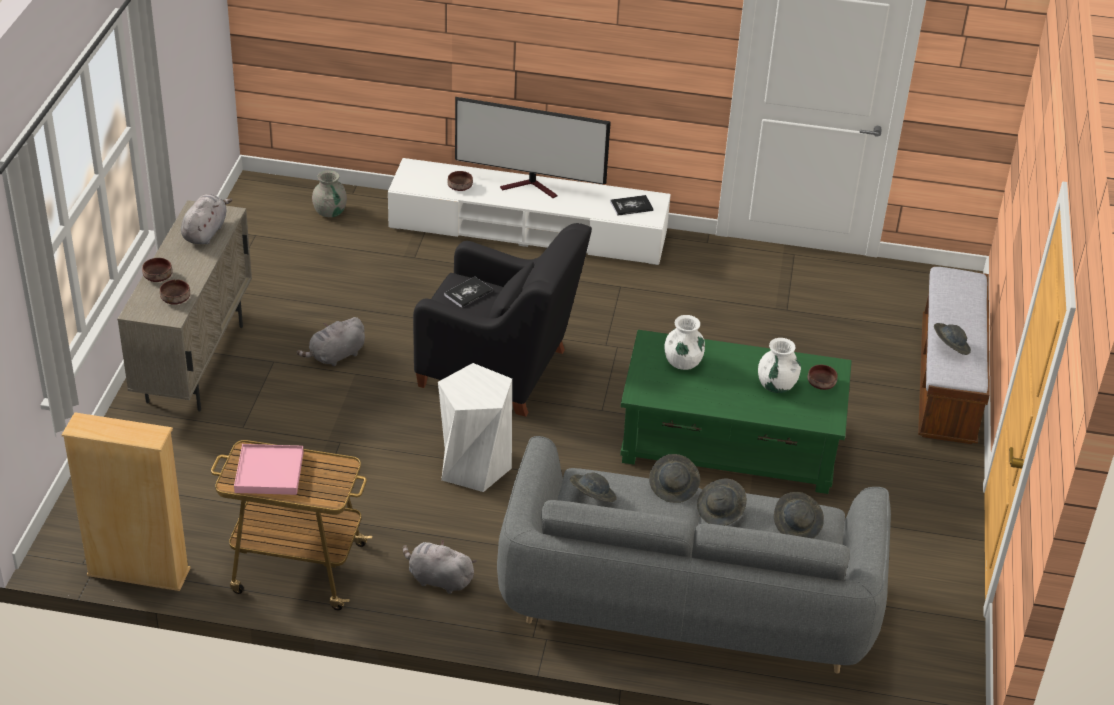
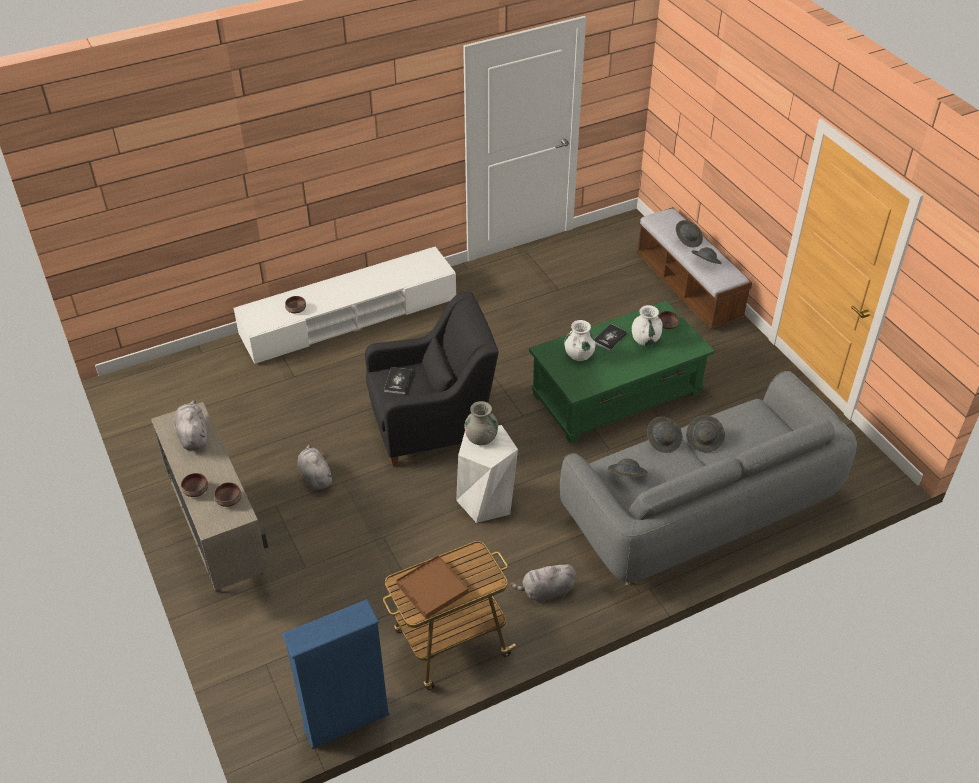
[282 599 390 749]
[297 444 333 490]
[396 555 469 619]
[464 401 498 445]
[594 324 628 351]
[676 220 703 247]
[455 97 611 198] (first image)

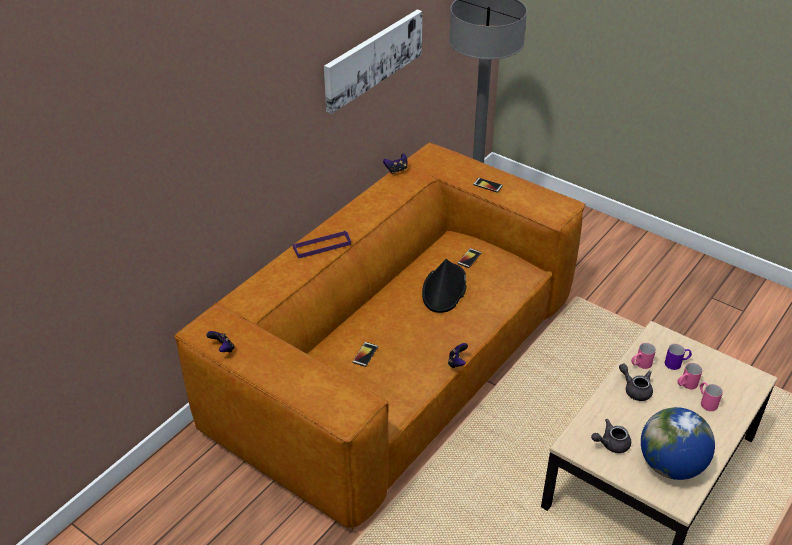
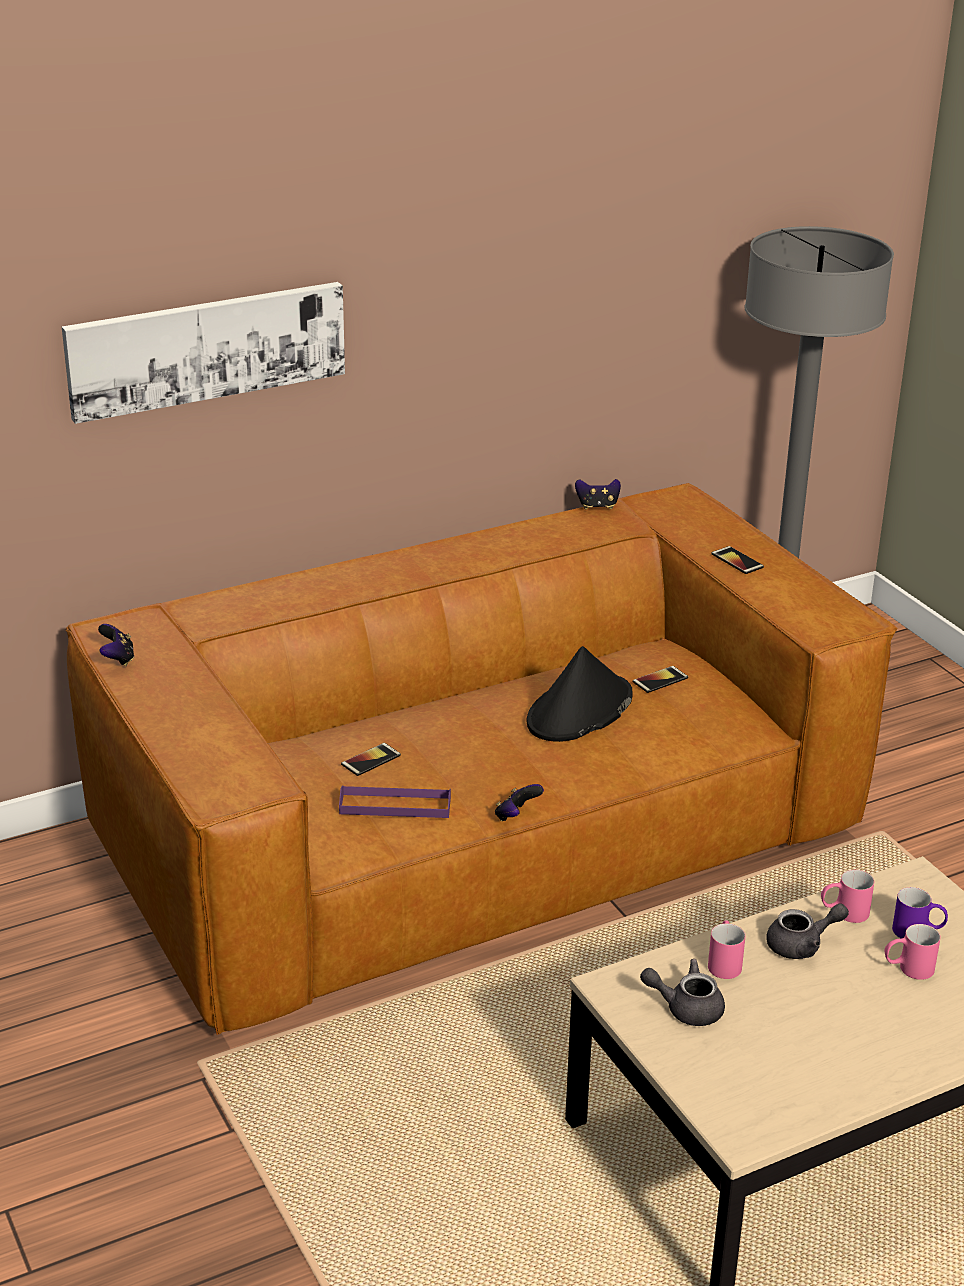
[62 282 345 424]
[339 785 451 818]
[708 920 746 979]
[766 903 849 959]
[641 407 715 480] (first image)

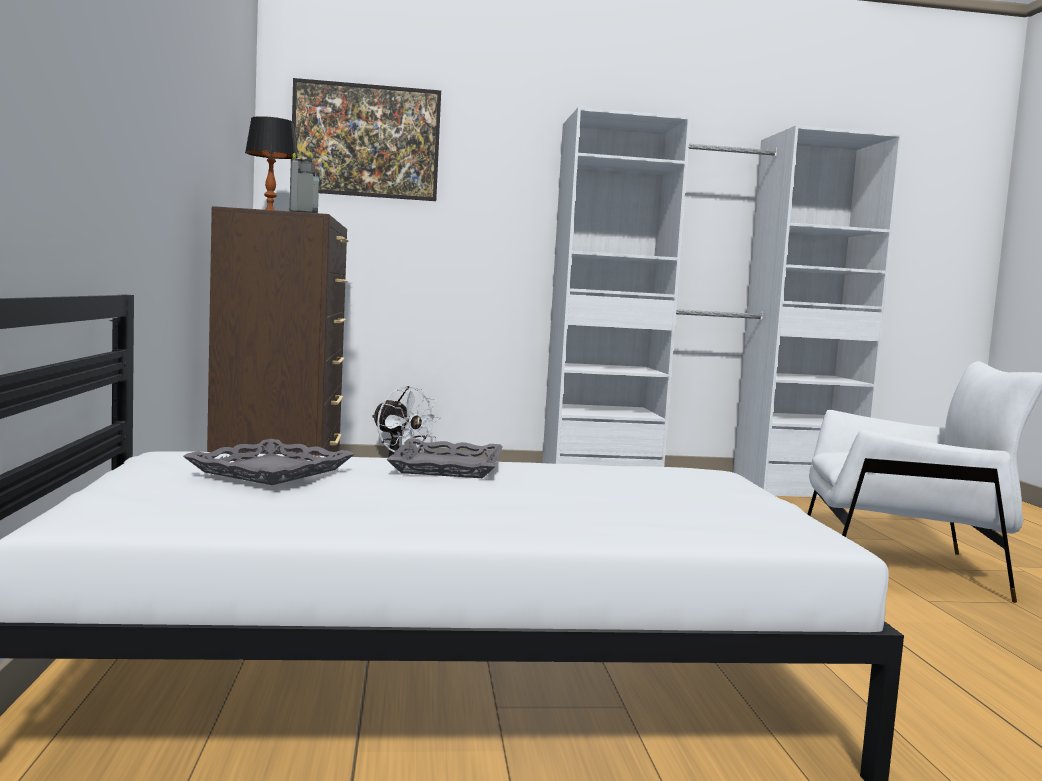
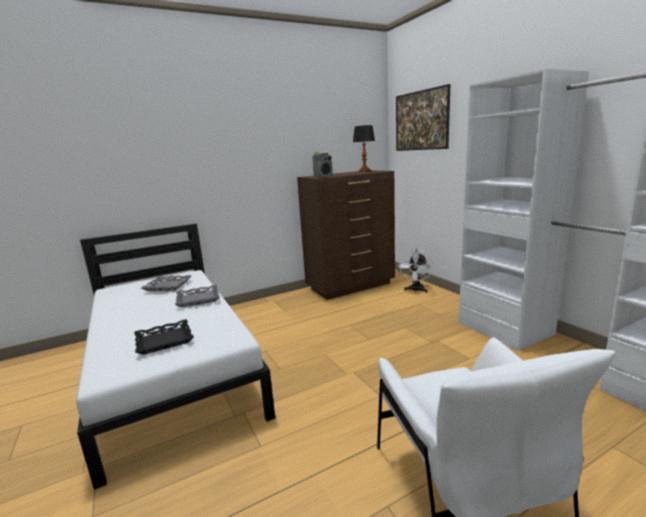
[134 319 194 355]

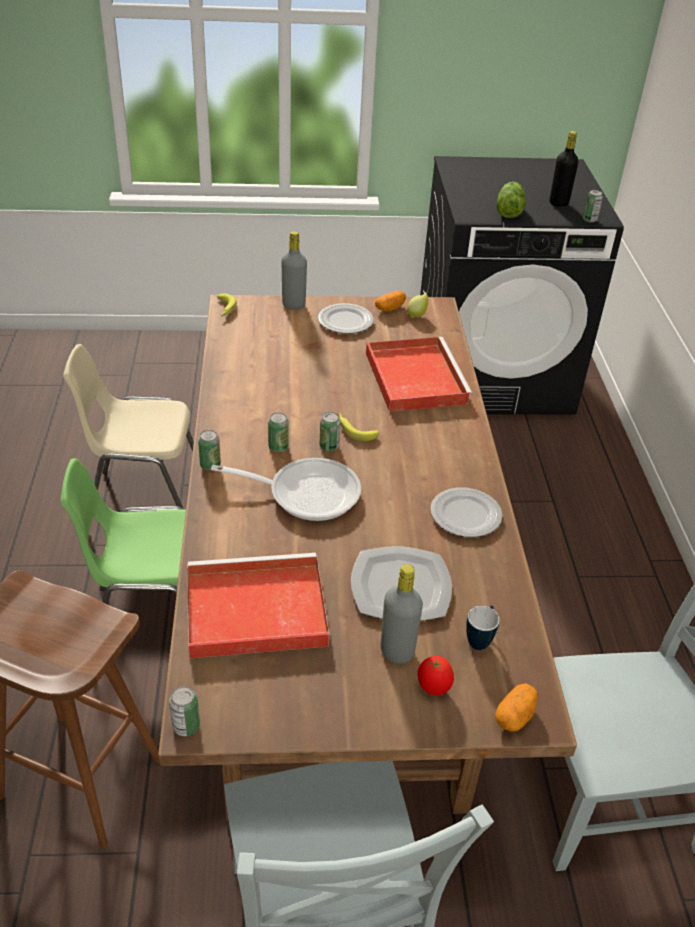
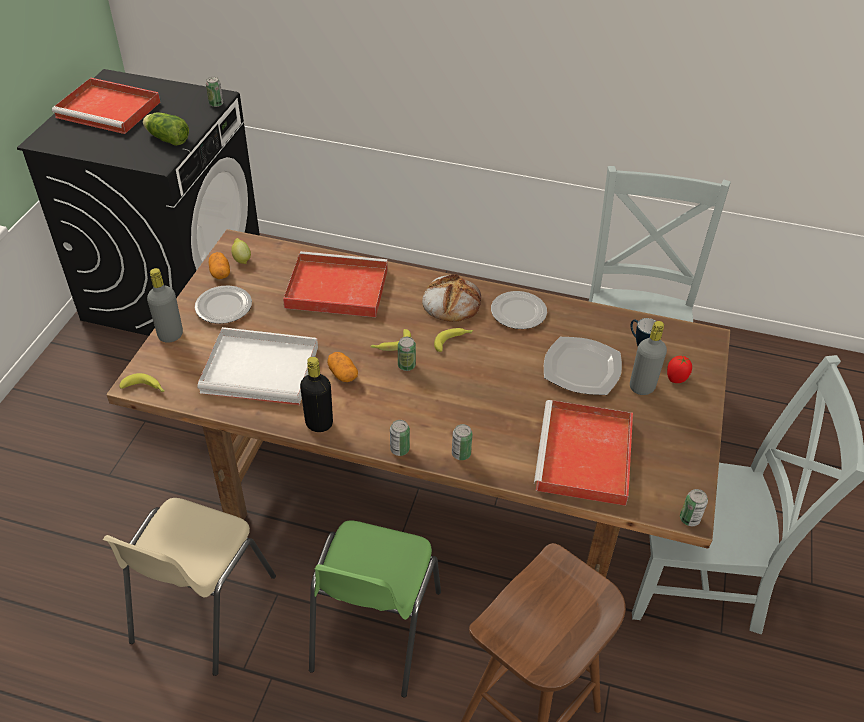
[52 78 160 134]
[197 327 318 405]
[300 357 333 432]
[327 352 358 382]
[422 274 481 322]
[434 328 473 352]
[452 424 473 460]
[211 458 361 521] (first image)

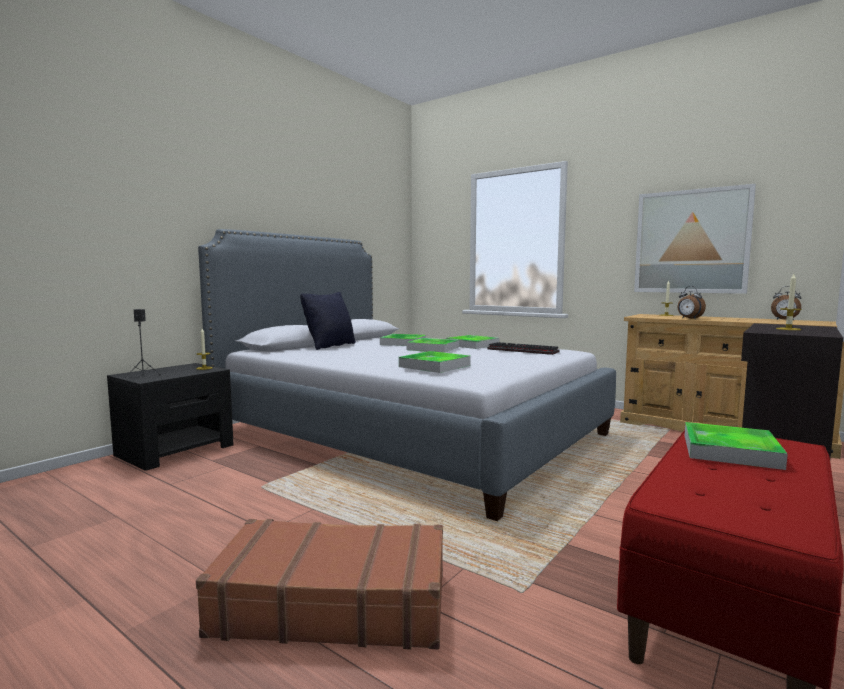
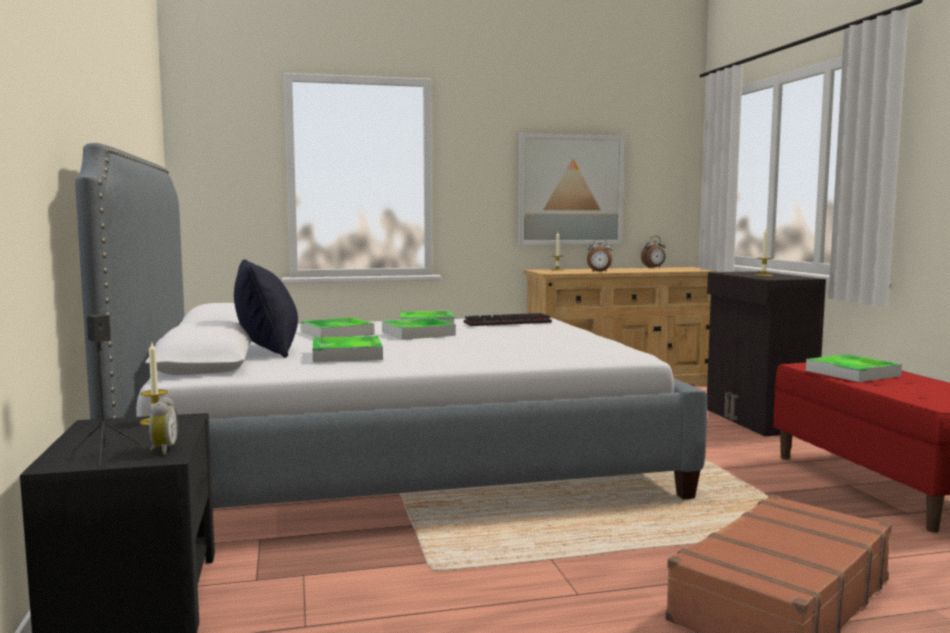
[149 397 178 455]
[313 336 383 362]

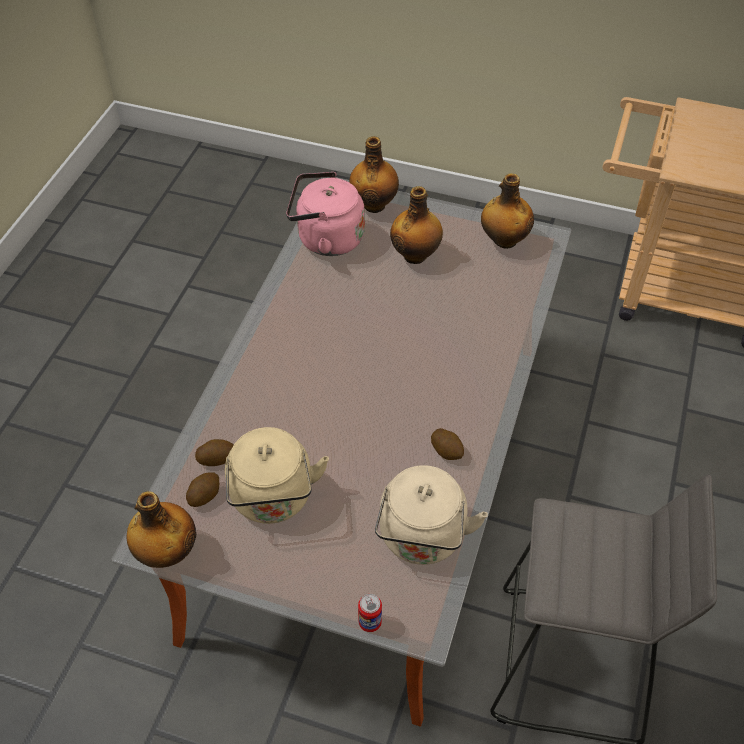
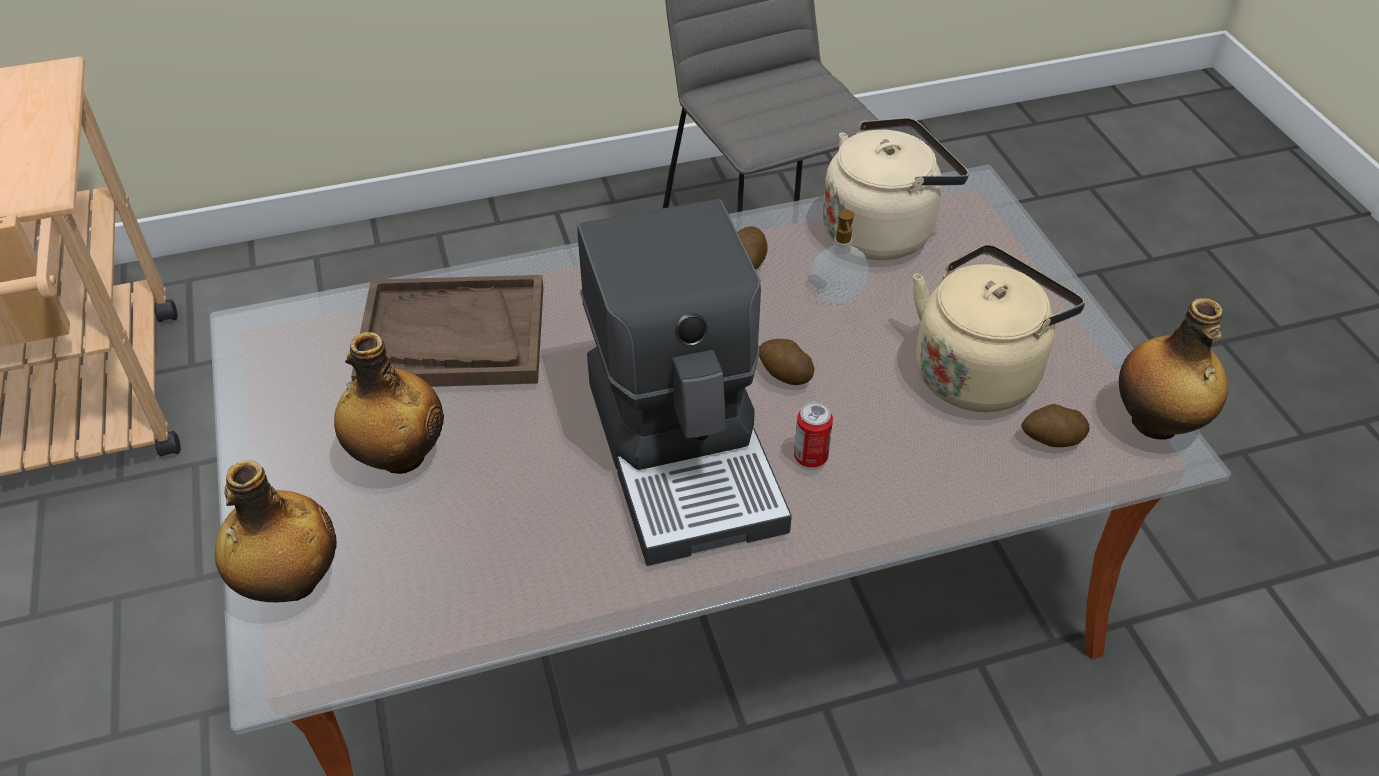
[351 275 543 387]
[577 199 792 566]
[759 339 814 385]
[794 402 833 468]
[810 210 869 303]
[286 172 365 256] (first image)
[481 173 534 249] (first image)

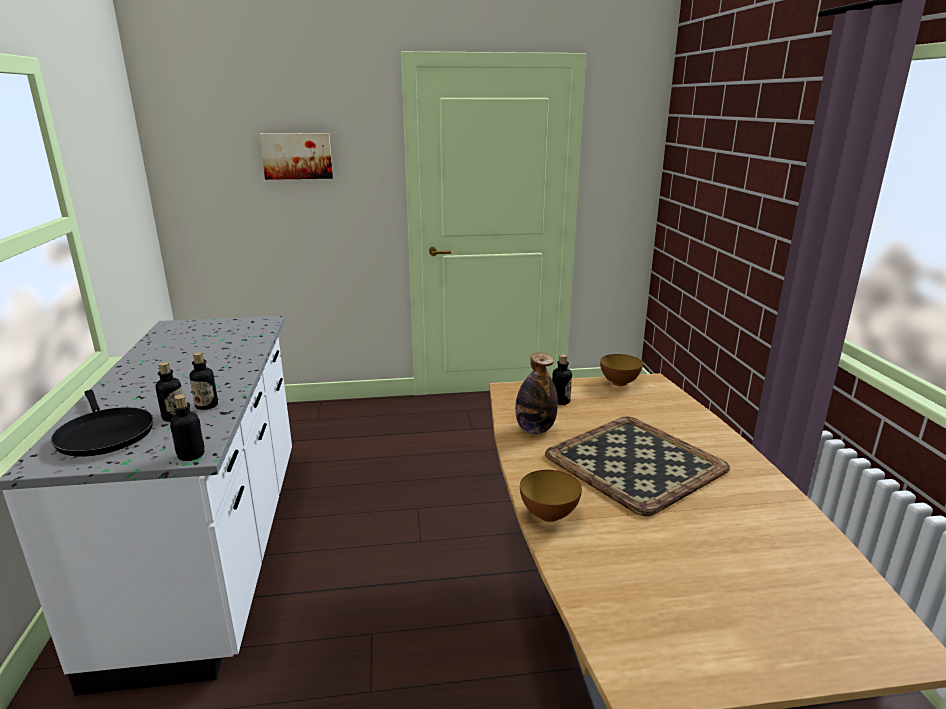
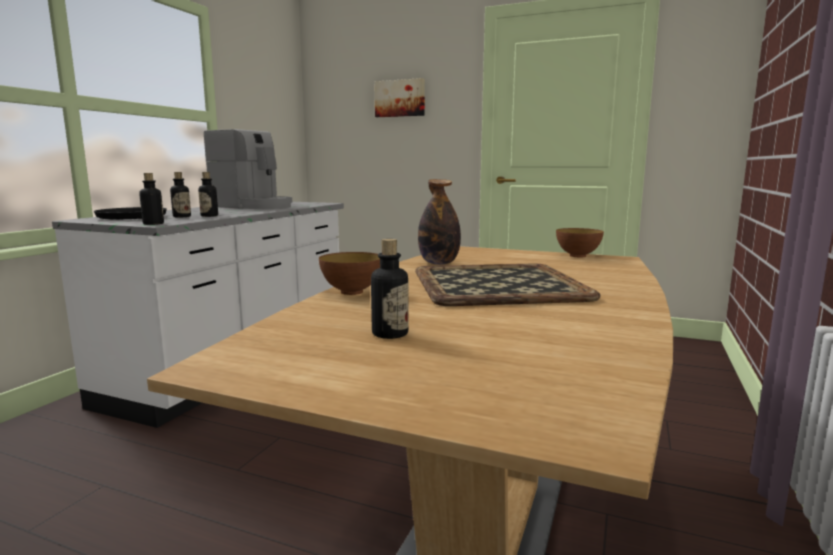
[204 129 292 209]
[371 239 409 339]

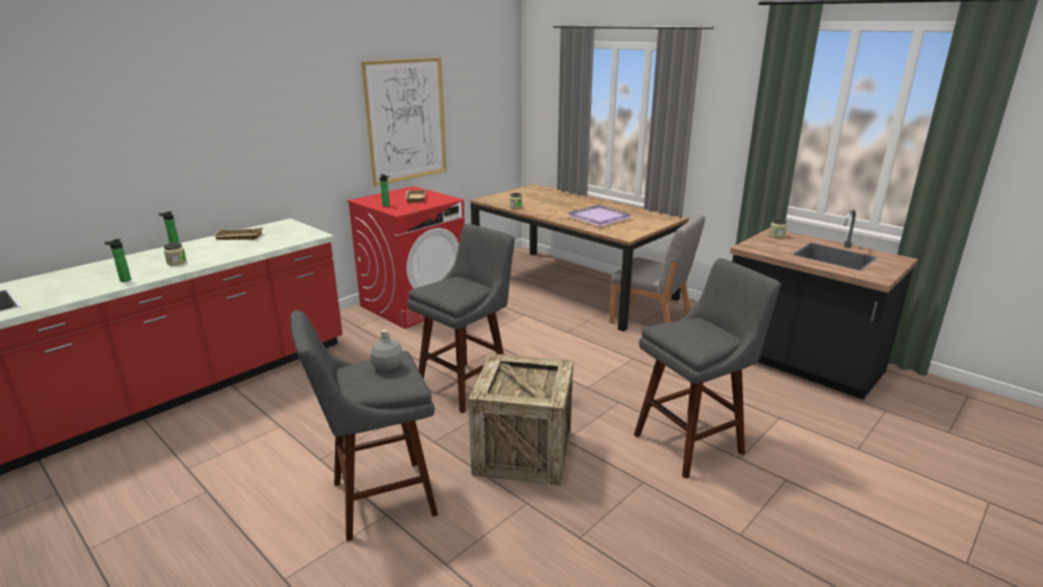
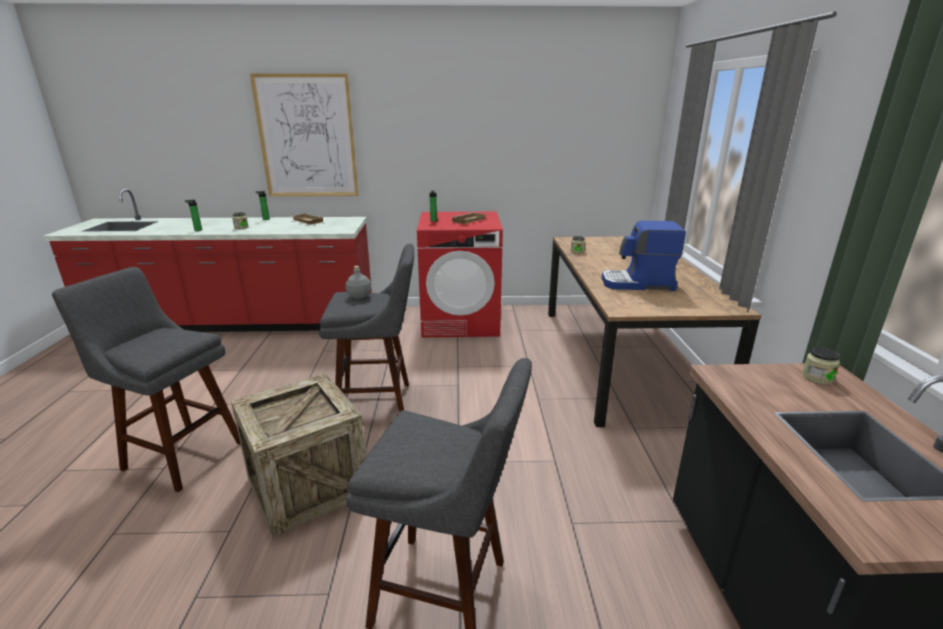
[250 73 359 196]
[345 266 371 299]
[601 221 686 291]
[609 215 705 324] (first image)

